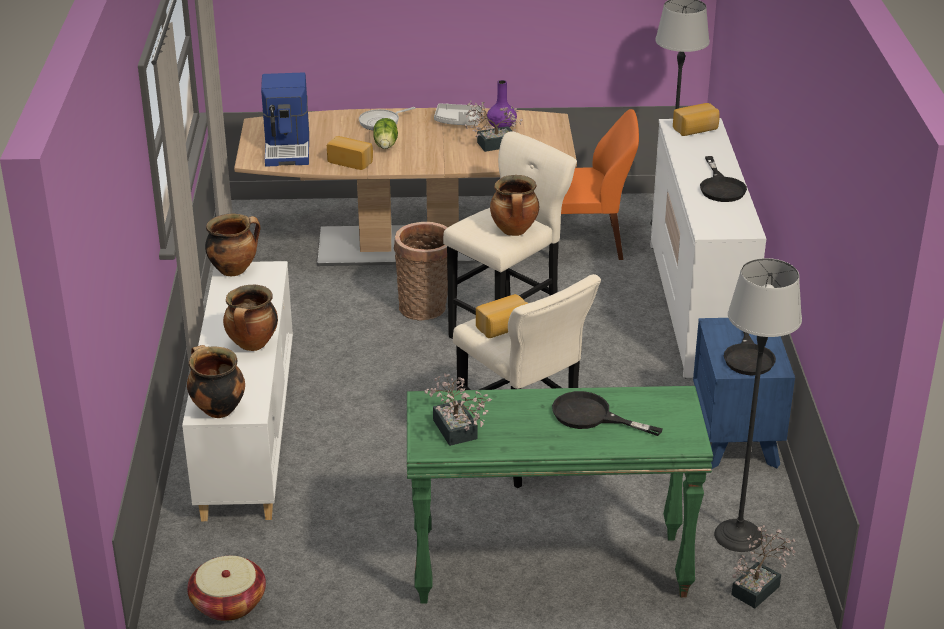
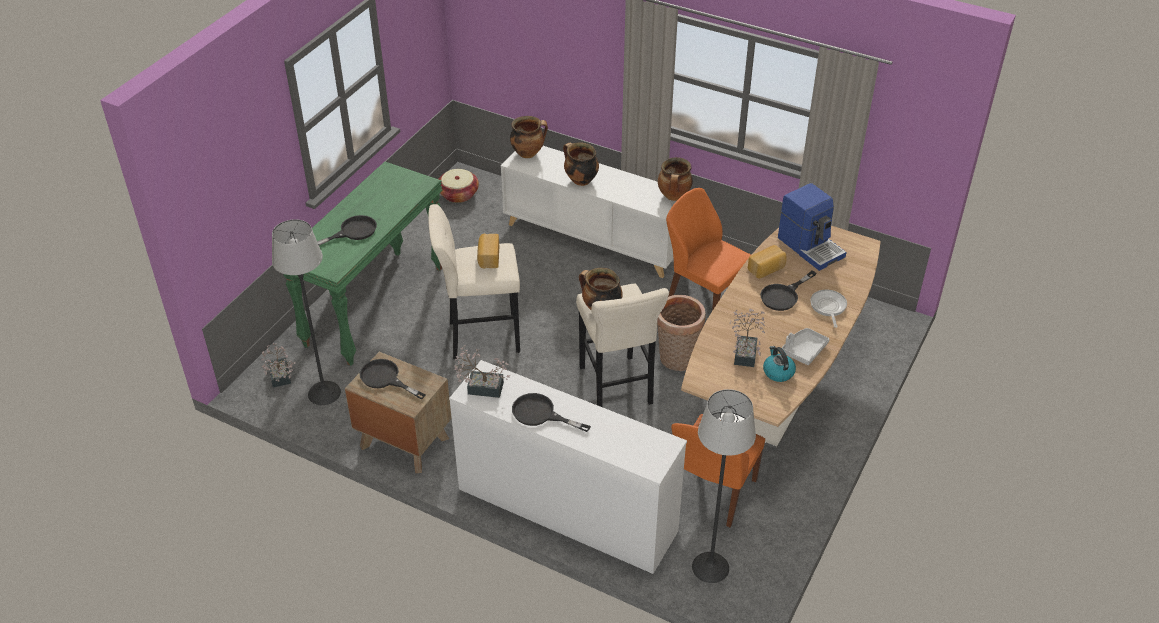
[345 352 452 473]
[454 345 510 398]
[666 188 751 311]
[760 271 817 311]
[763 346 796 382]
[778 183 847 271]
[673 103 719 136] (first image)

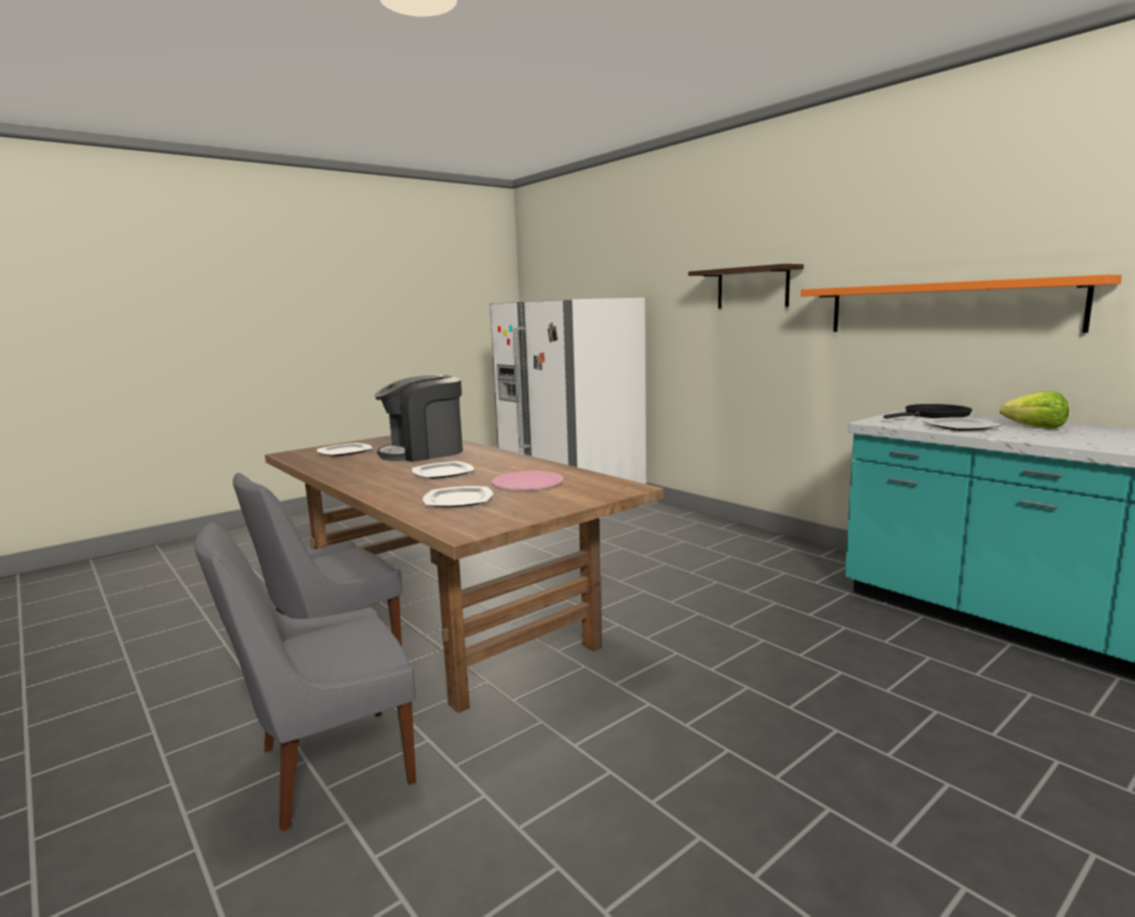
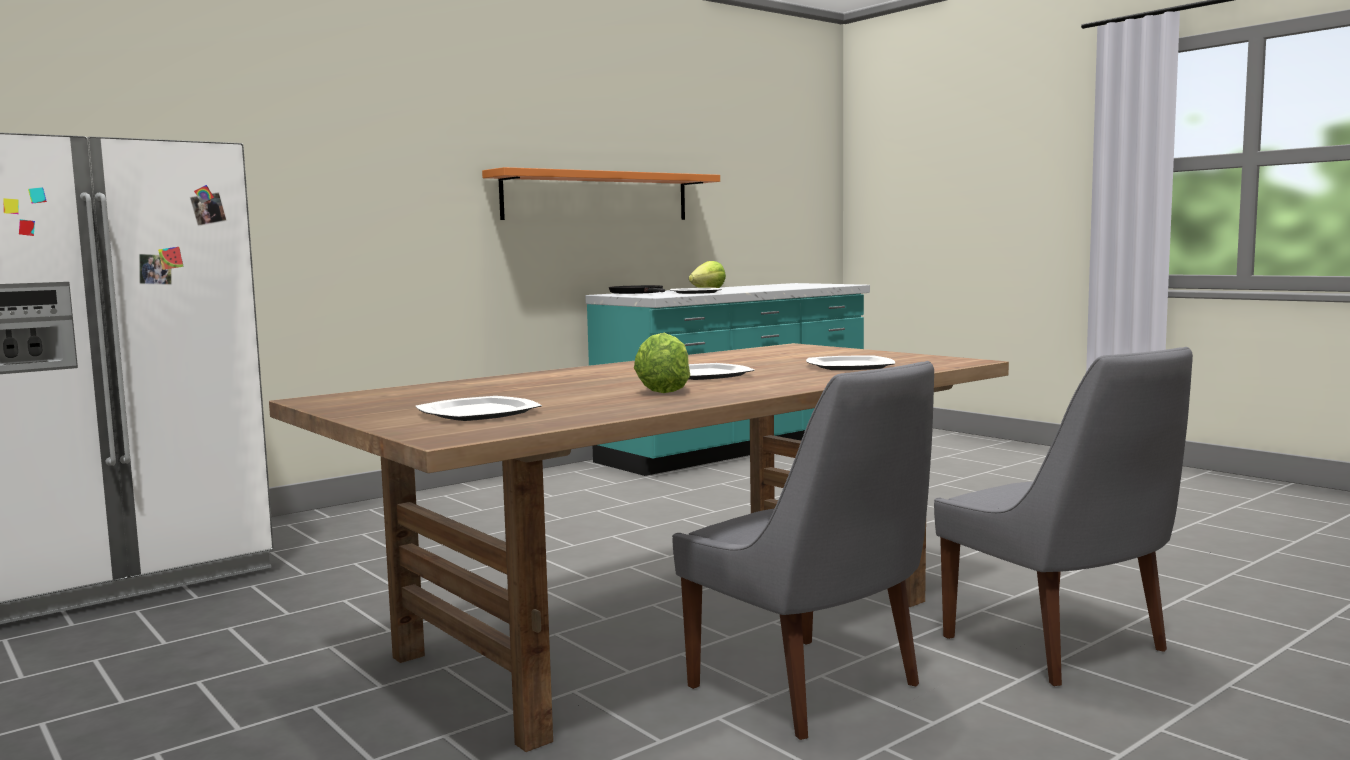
[634 333 690 393]
[374 375 463 462] (first image)
[492 471 564 490] (first image)
[688 264 804 309] (first image)

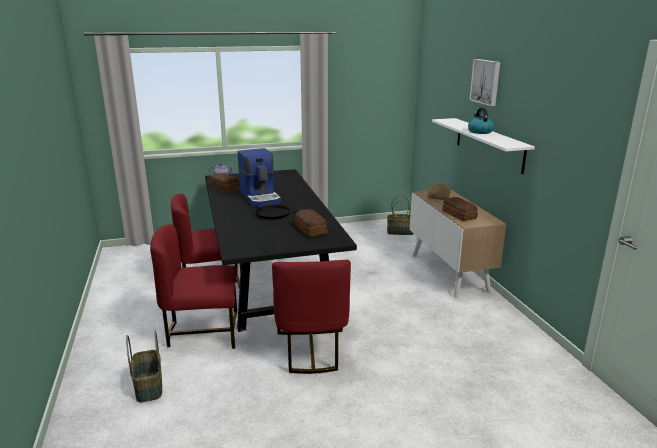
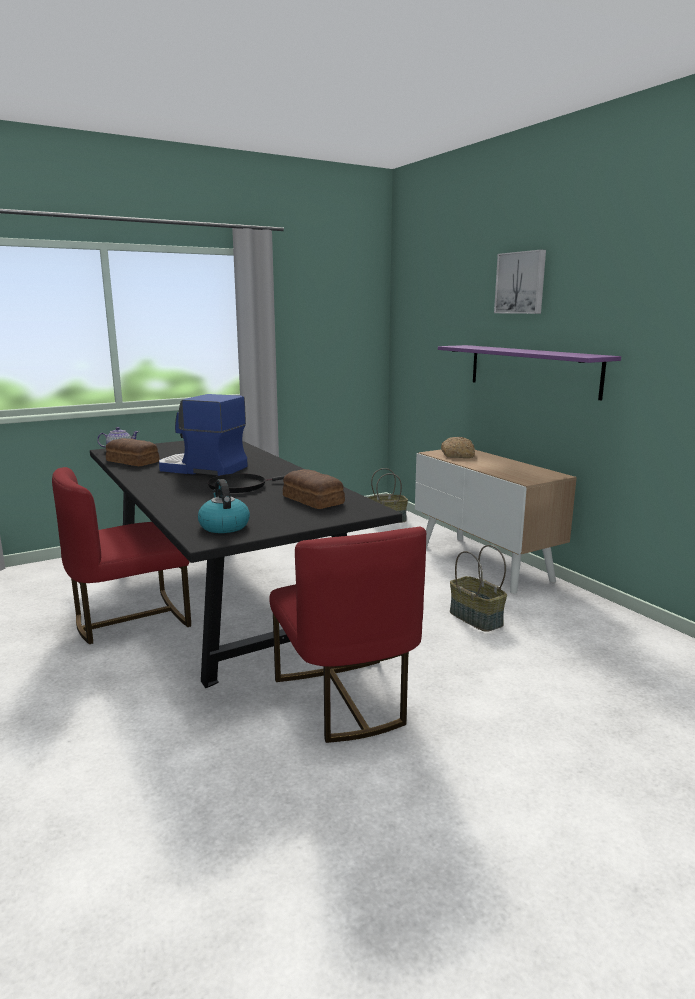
[159 394 248 476]
[198 479 250 533]
[438 345 621 401]
[450 545 507 632]
[150 224 237 349] (first image)
[442 197 478 221] (first image)

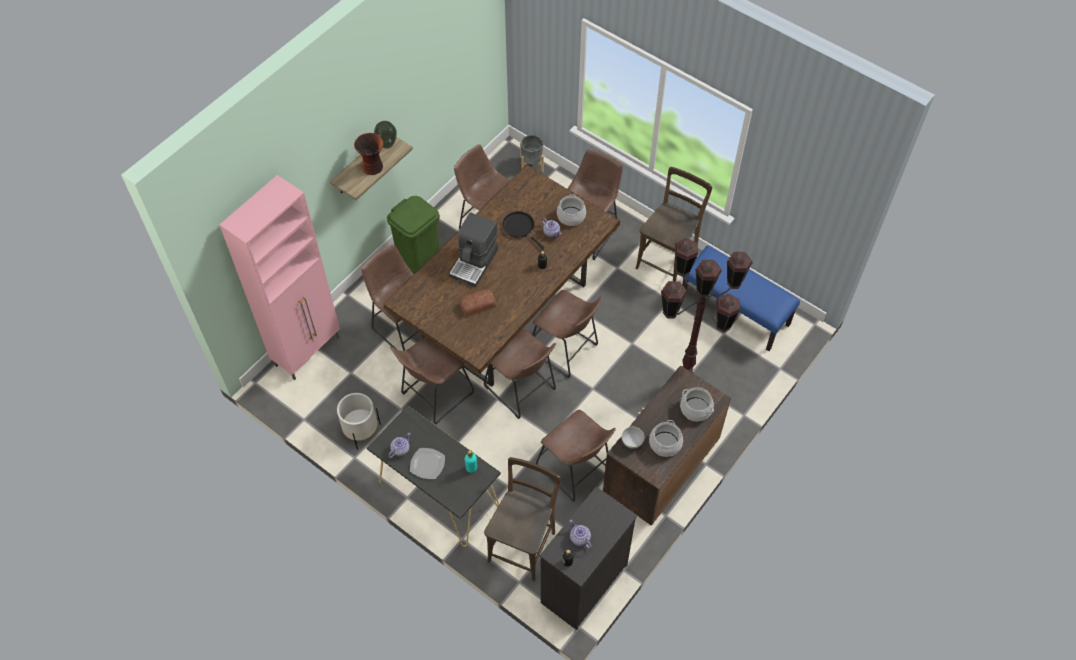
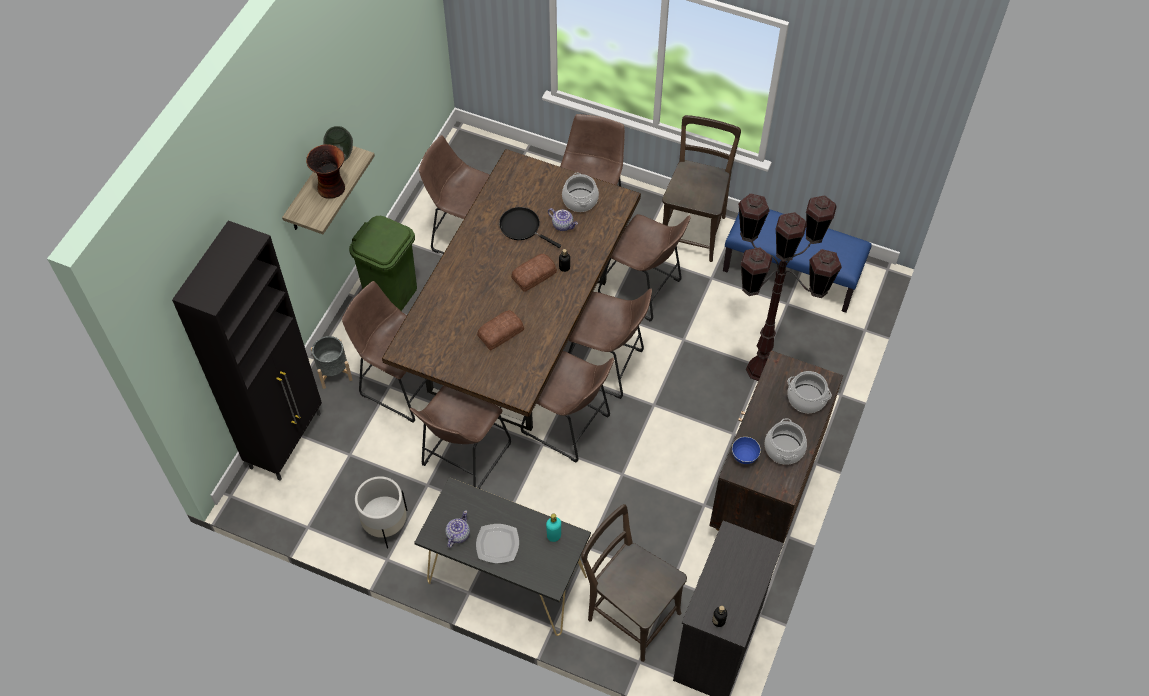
[172 221 322 481]
[311 336 353 389]
[511 254 557 292]
[581 504 687 662]
[598 214 691 322]
[732 437 761 464]
[449 212 498 287] (first image)
[570 520 592 549] (first image)

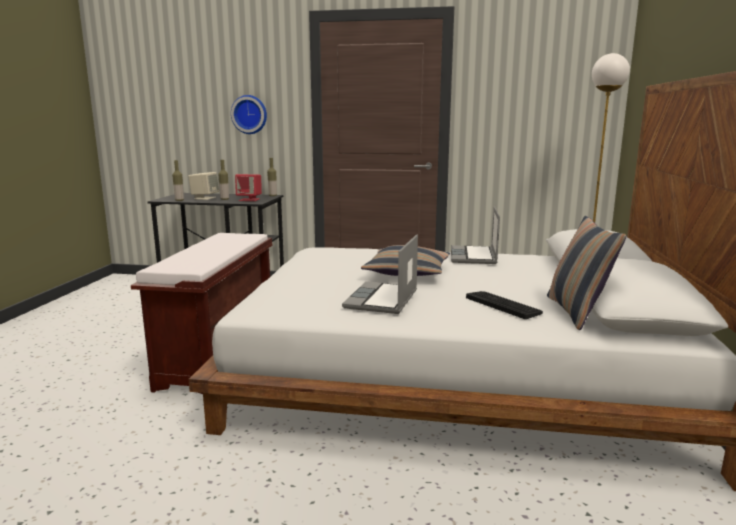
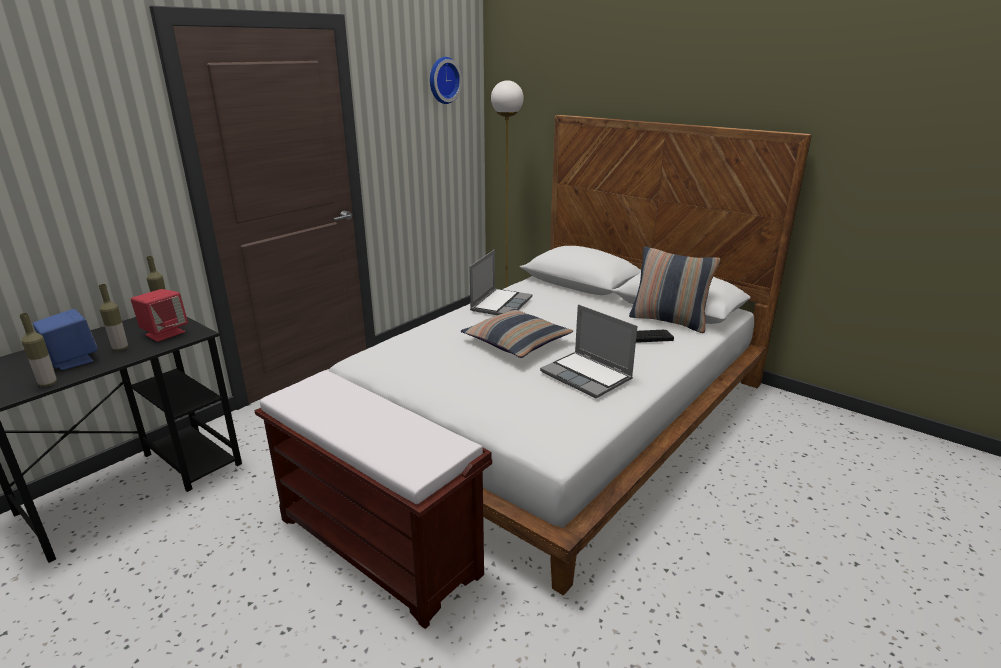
[33 309 98 370]
[430 57 462 104]
[469 249 532 315]

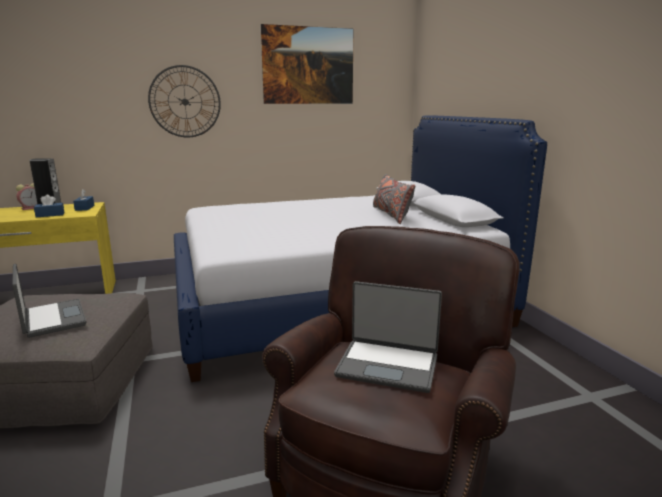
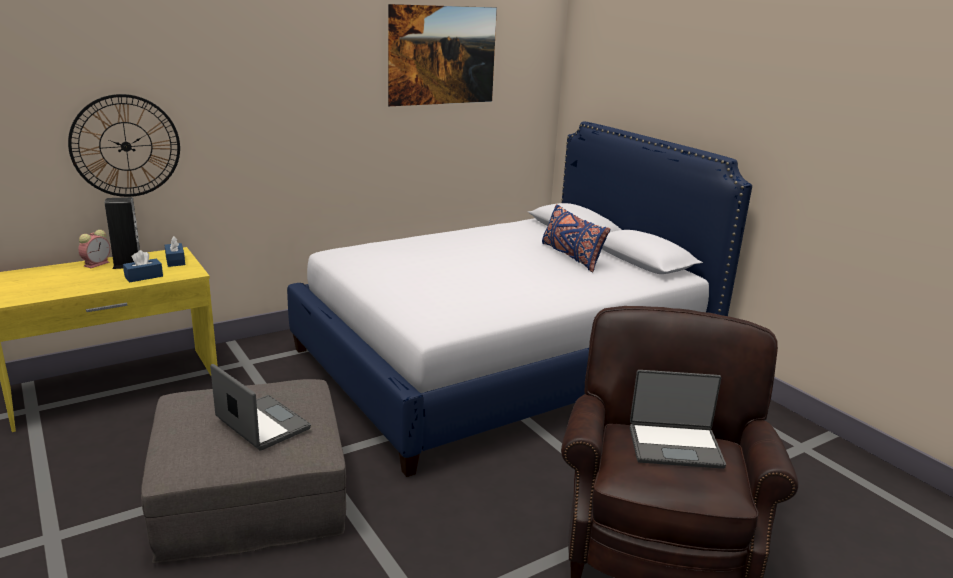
[68 94 180 197]
[542 204 610 272]

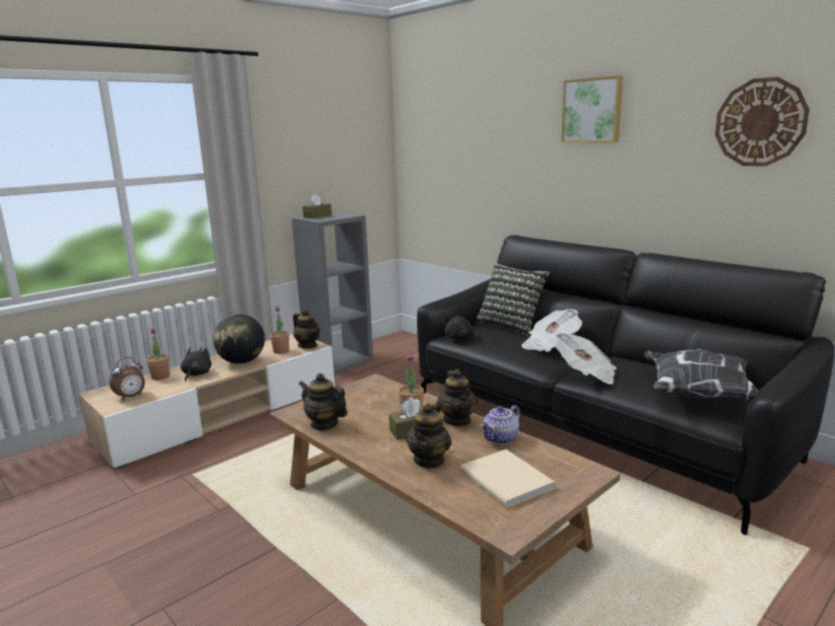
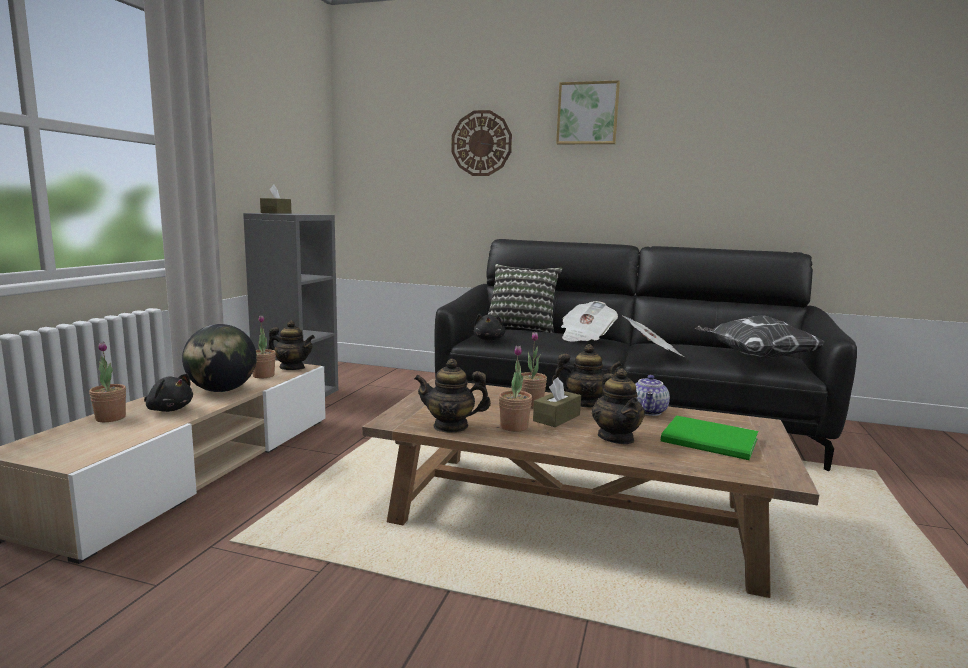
[144 373 193 412]
[451 110 512 176]
[499 346 532 432]
[552 344 622 407]
[661 415 758 460]
[109 357 145 400] (first image)

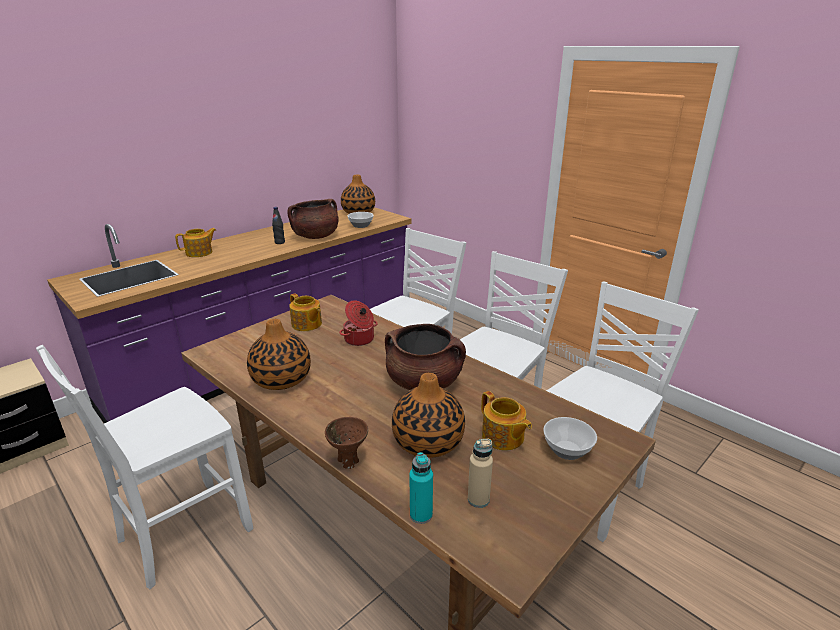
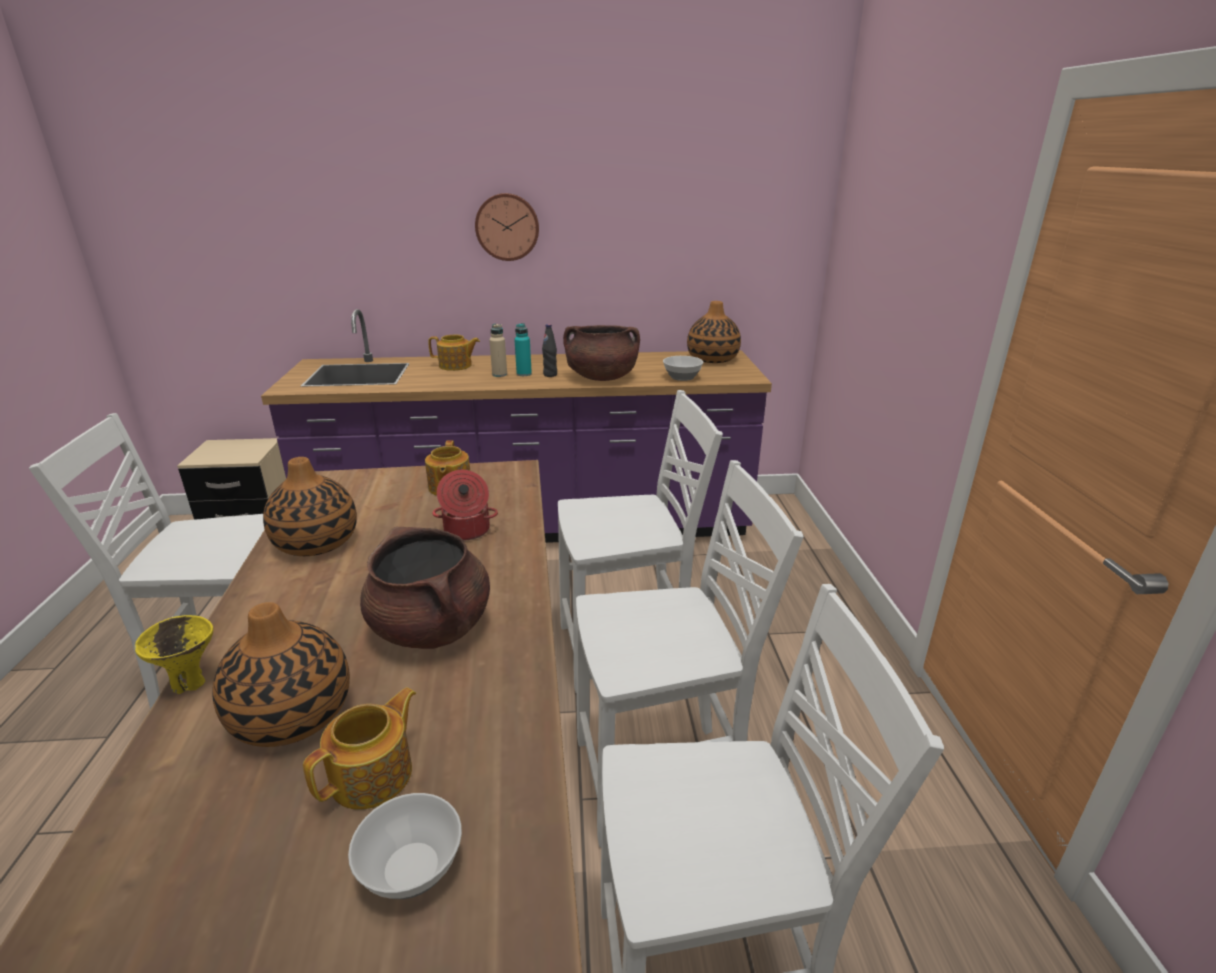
[135 615 213 694]
[303 687 416 810]
[475 193 539 261]
[489 324 507 377]
[514 323 532 376]

